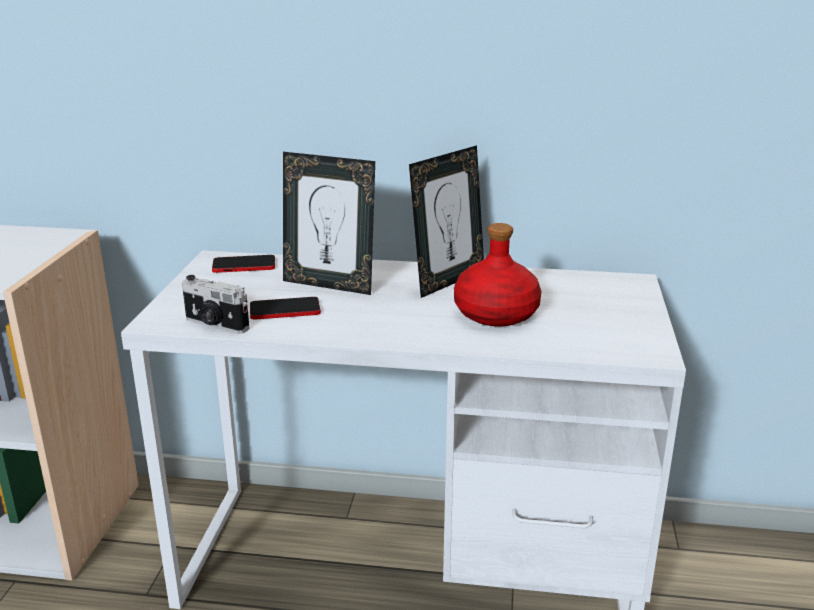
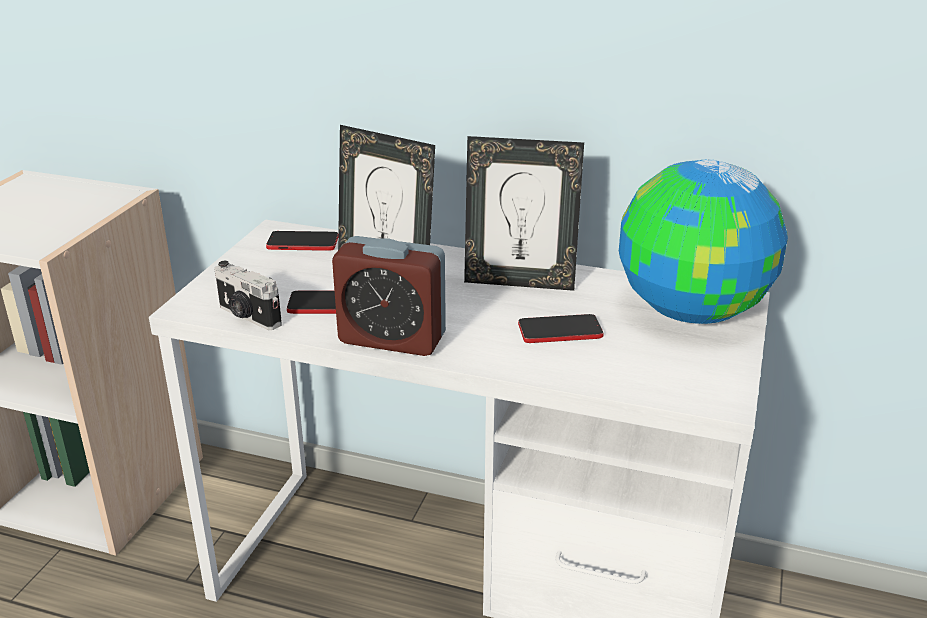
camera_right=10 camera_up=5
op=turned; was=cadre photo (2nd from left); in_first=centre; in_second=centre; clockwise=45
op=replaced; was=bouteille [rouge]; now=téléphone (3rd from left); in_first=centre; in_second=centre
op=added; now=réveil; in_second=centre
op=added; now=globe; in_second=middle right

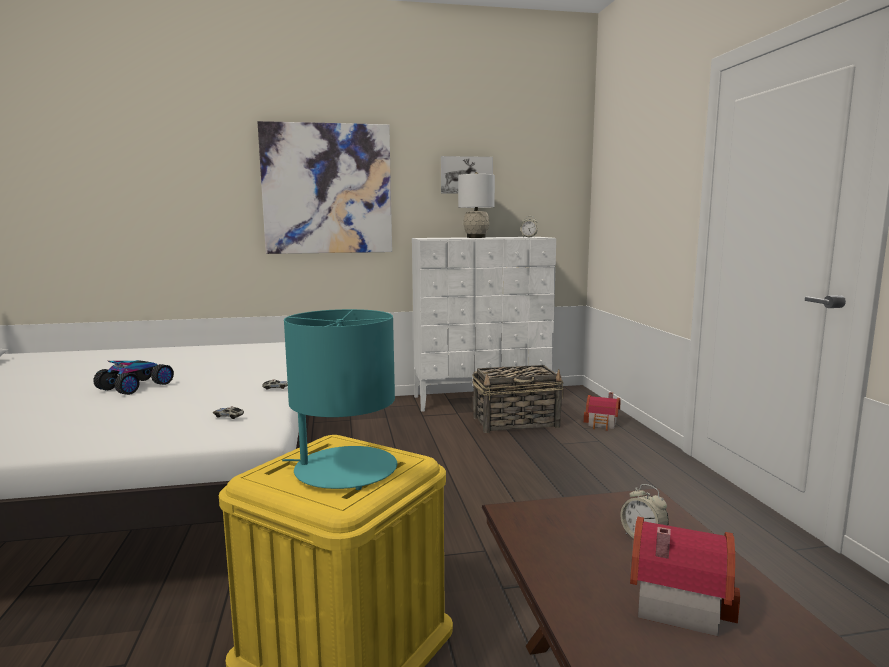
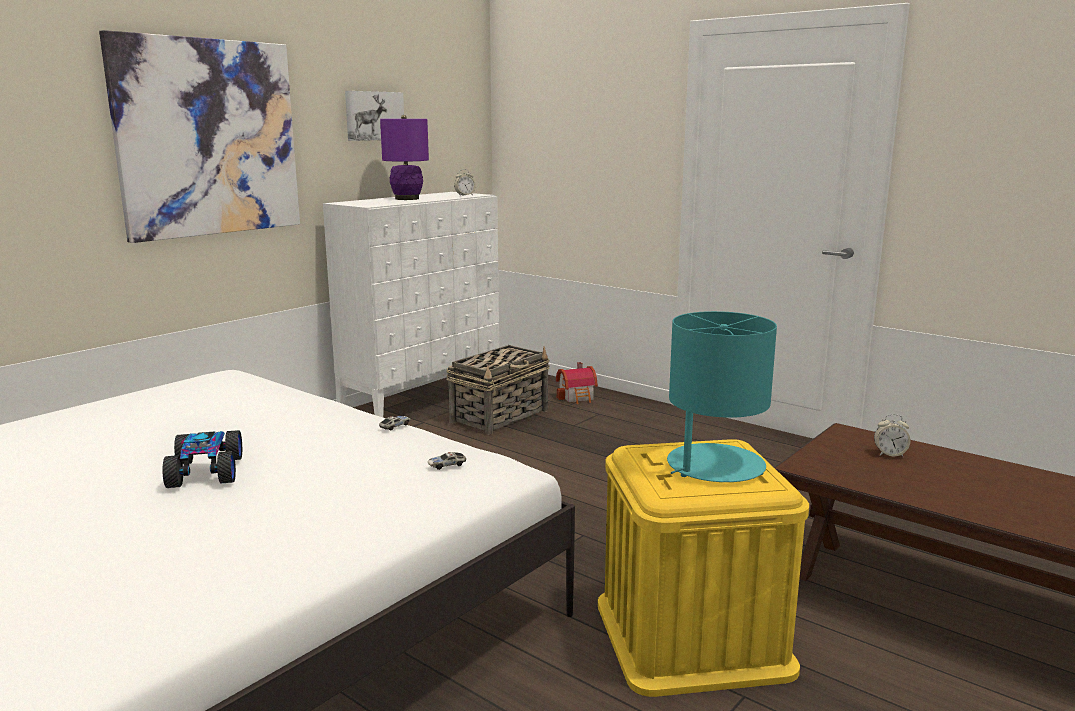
camera_right=-40 camera_up=5
op=recoloured; was=lampe de table [blanc]; now=lampe de table [violet]; in_first=top centre; in_second=top centre
op=removed; was=maison miniature (2nd from left); in_first=bottom right

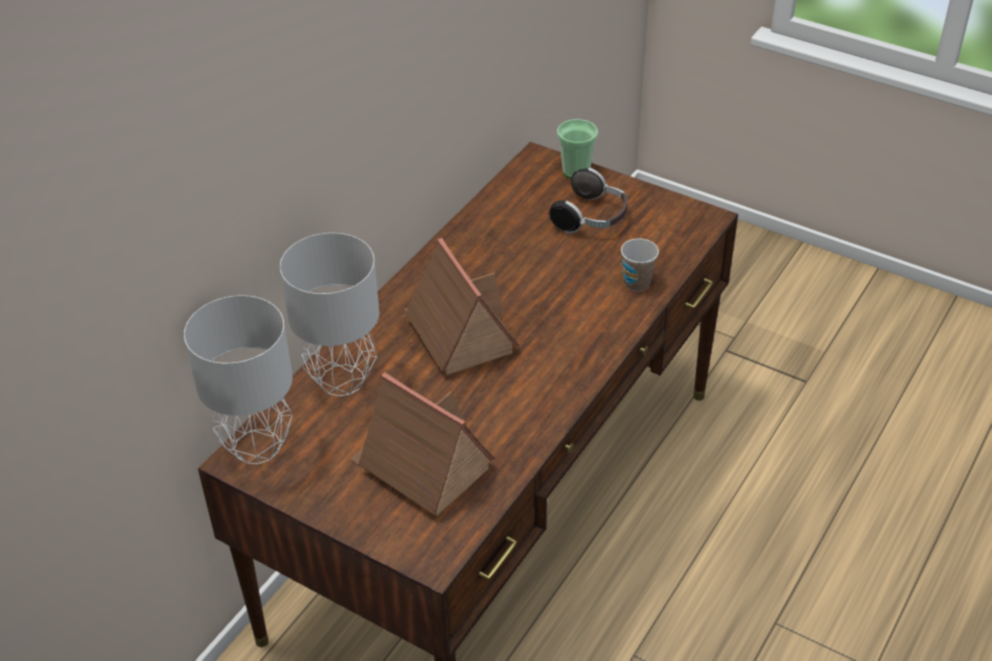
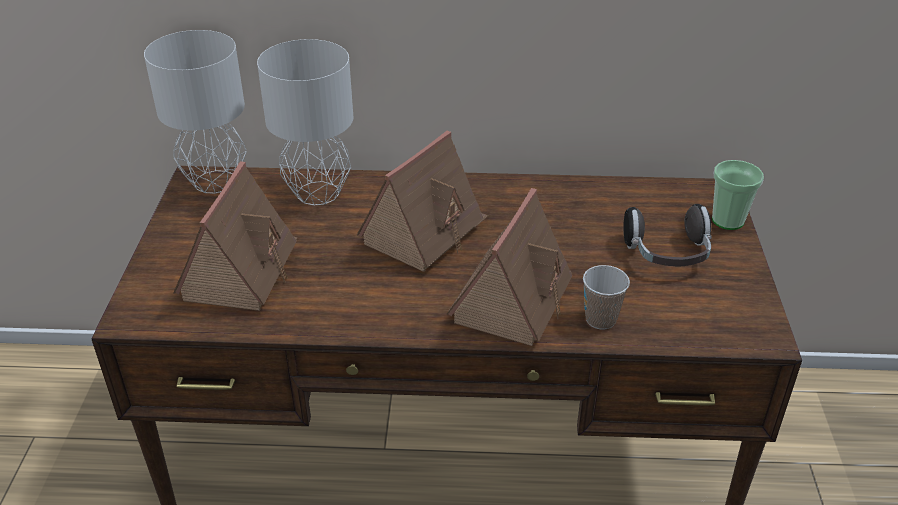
camera_right=60 camera_up=-5
op=added; now=maison miniature (3rd from left); in_second=centre

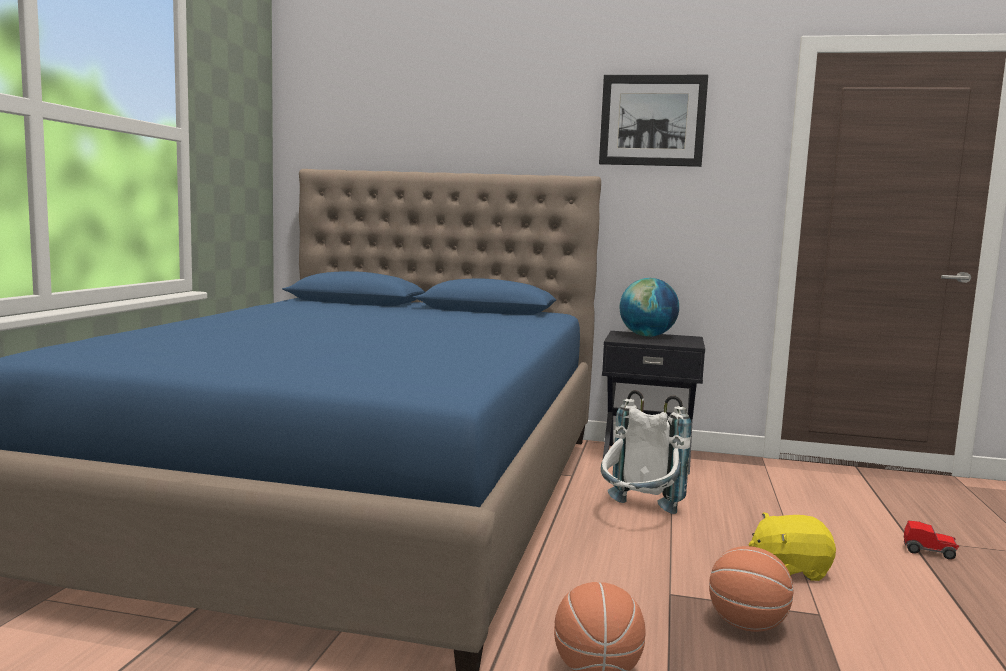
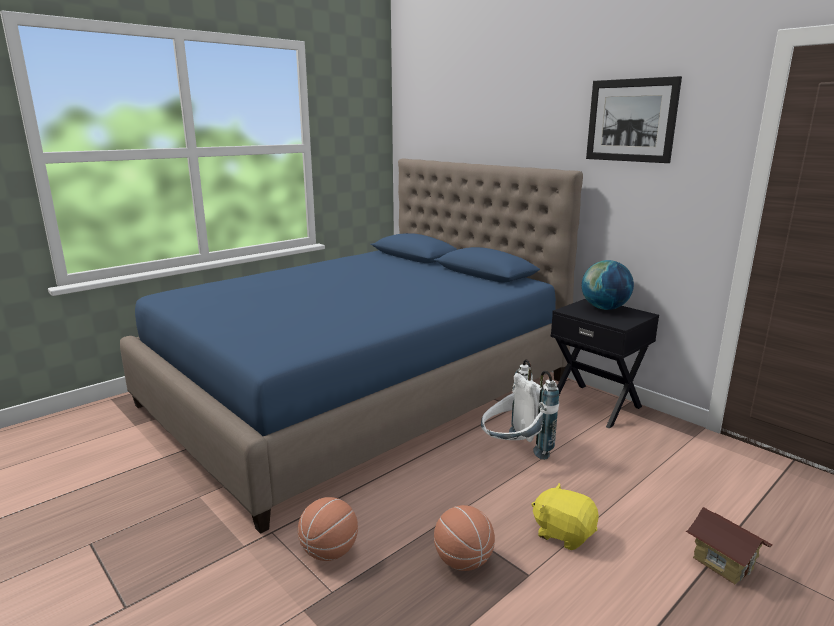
camera_right=35 camera_up=10
op=replaced; was=petite voiture; now=maison miniature; in_first=bottom right; in_second=bottom right

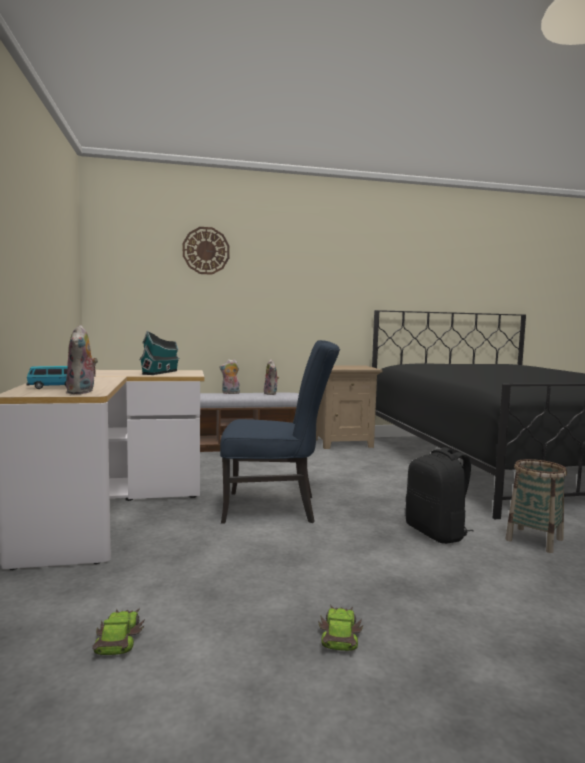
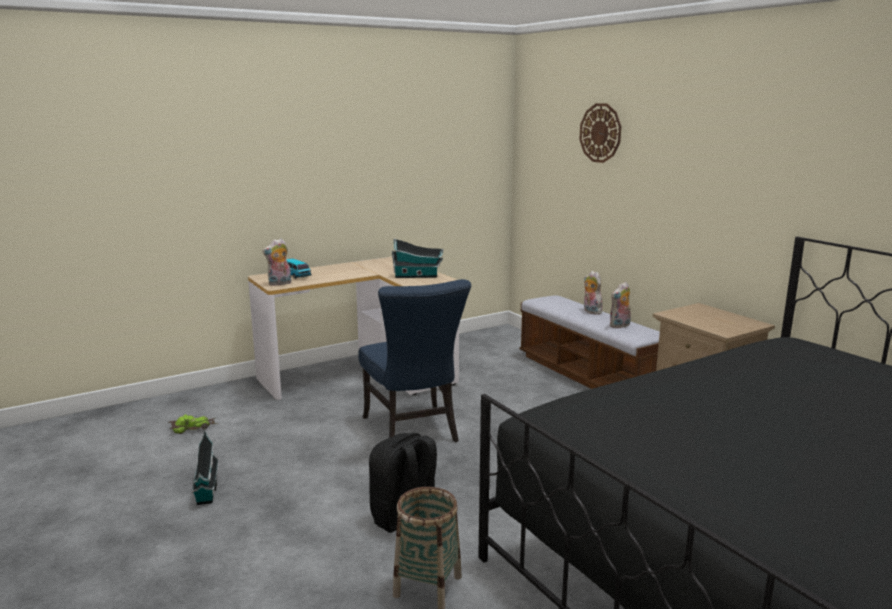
camera_right=70 camera_up=10
op=replaced; was=petite voiture (3rd from left); now=maison miniature (1st from left); in_first=bottom centre; in_second=bottom left

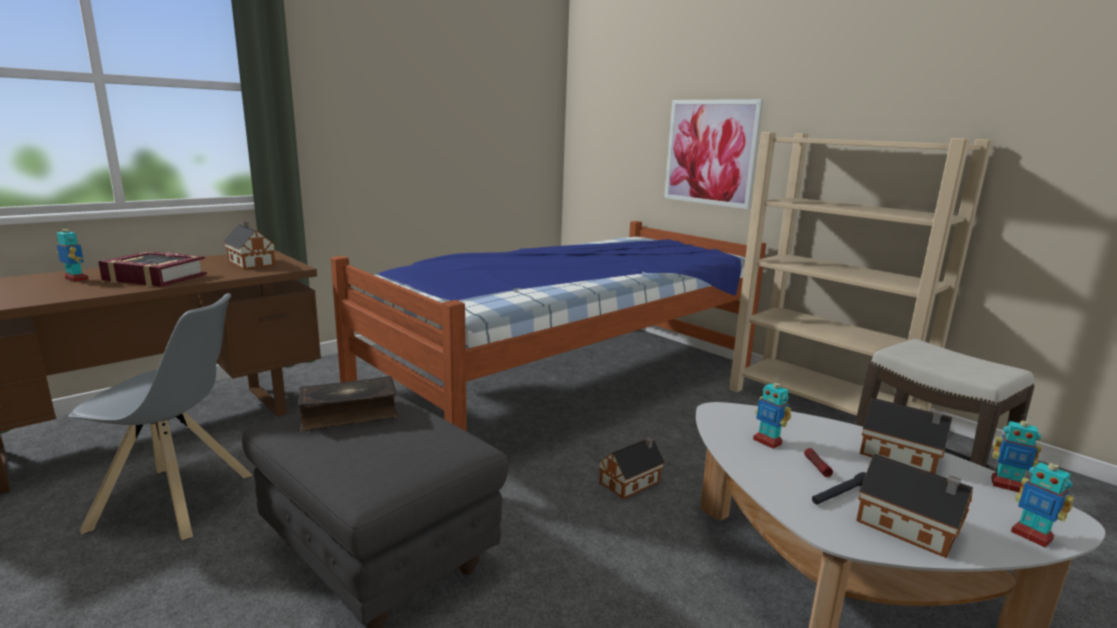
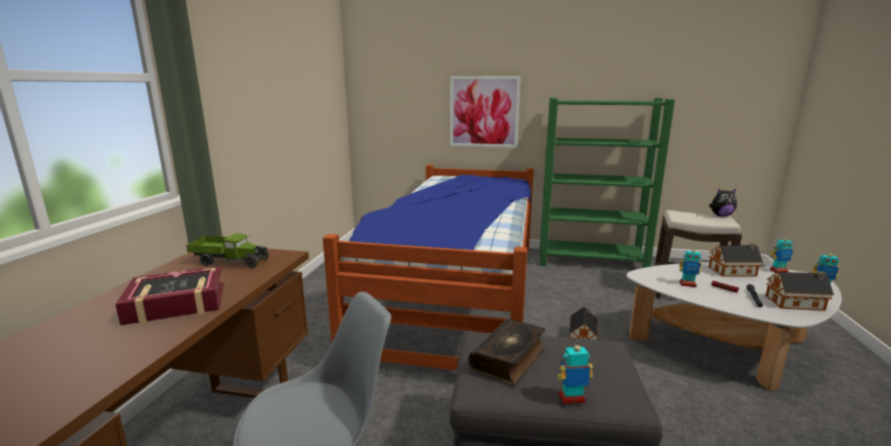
camera_right=-35 camera_up=0
op=moved; was=robot jouet (1st from left); in_first=middle left; in_second=bottom centre
op=replaced; was=maison miniature (1st from left); now=camion jouet; in_first=middle left; in_second=middle left
op=recoloured; was=bibliothèque [beige]; now=bibliothèque [vert]; in_first=middle right; in_second=middle right
op=added; now=peluche; in_second=middle right

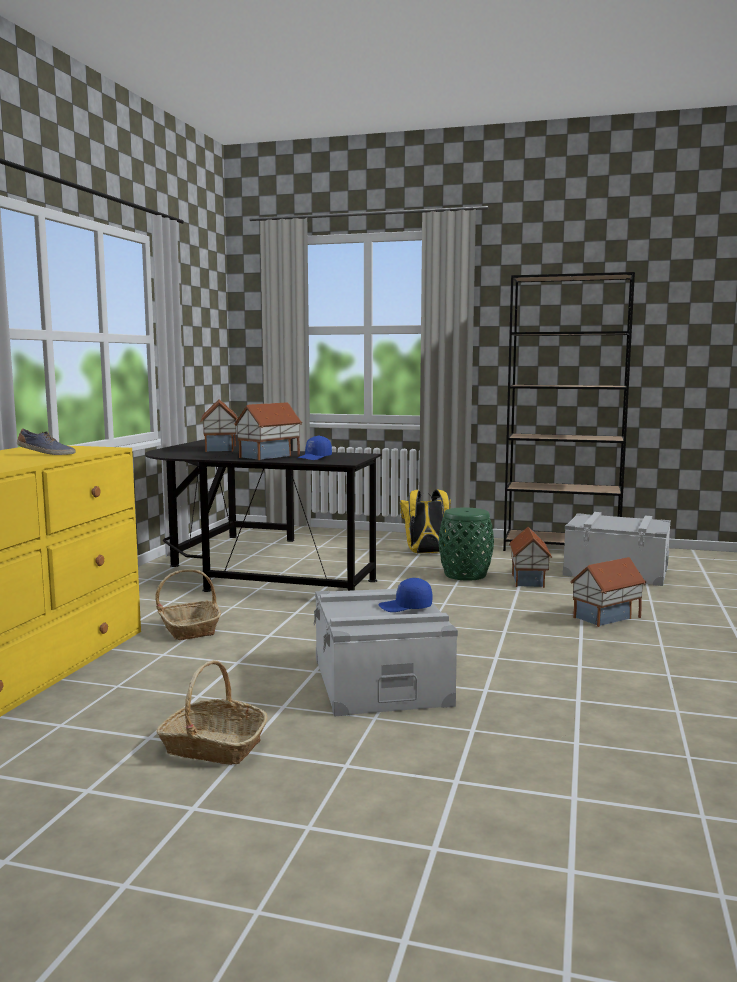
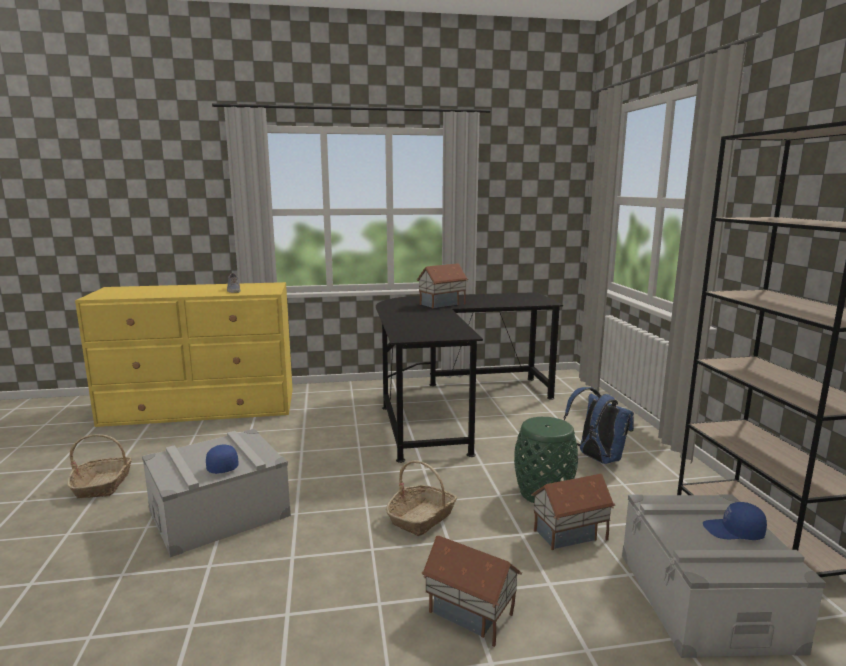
camera_right=65 camera_up=5
op=moved; was=panier (1st from left in the first image); now=panier (2nd from left); in_first=middle left; in_second=bottom centre
op=removed; was=maison miniature (2nd from left); in_first=centre
op=moved; was=casquette [bleu] (1st from left in the first image); now=casquette [bleu] (2nd from left); in_first=centre; in_second=bottom right
op=recoloured; was=sac à dos [jaune]; now=sac à dos [bleu]; in_first=centre; in_second=middle right

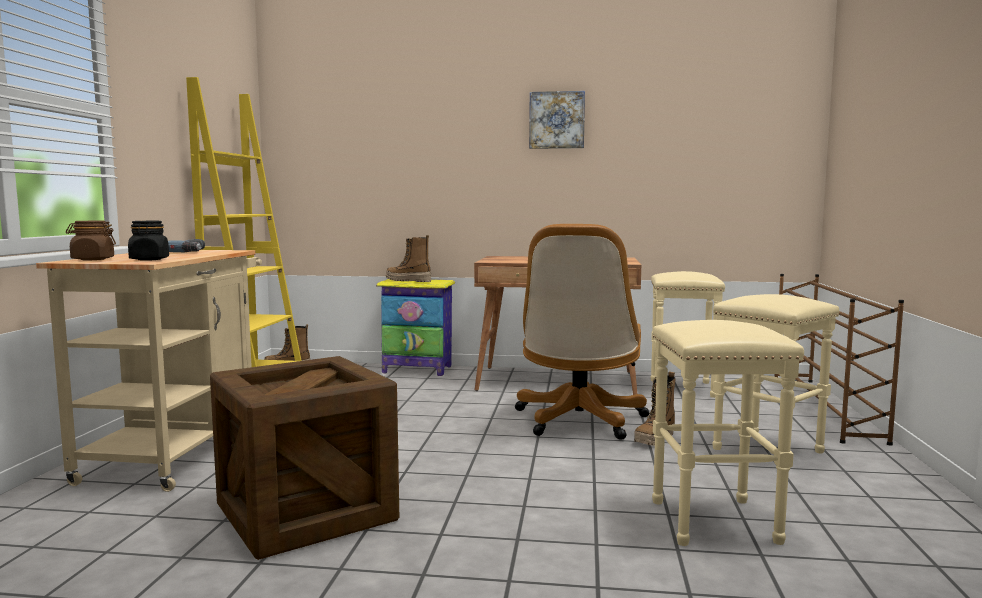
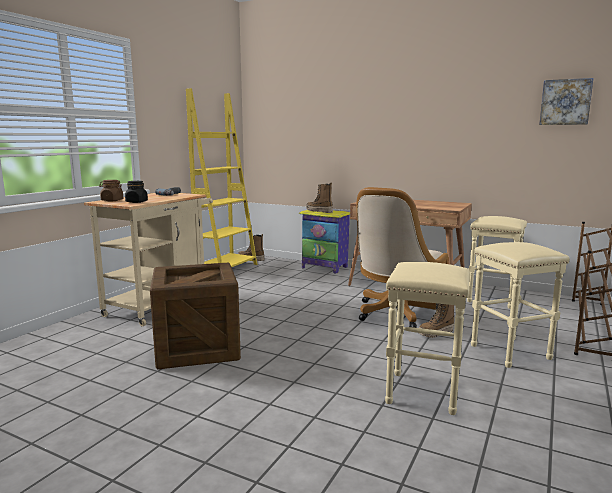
camera_right=20 camera_up=5
op=moved; was=tableau; in_first=top centre; in_second=top right

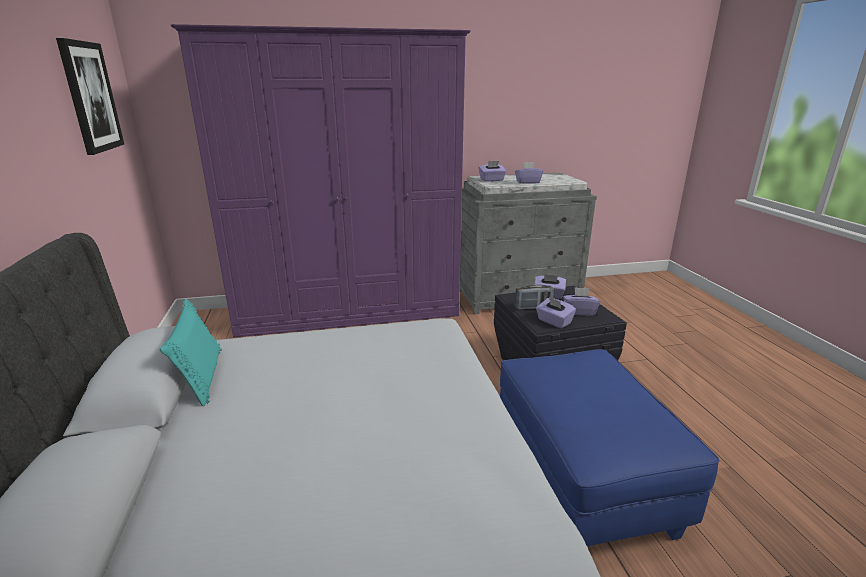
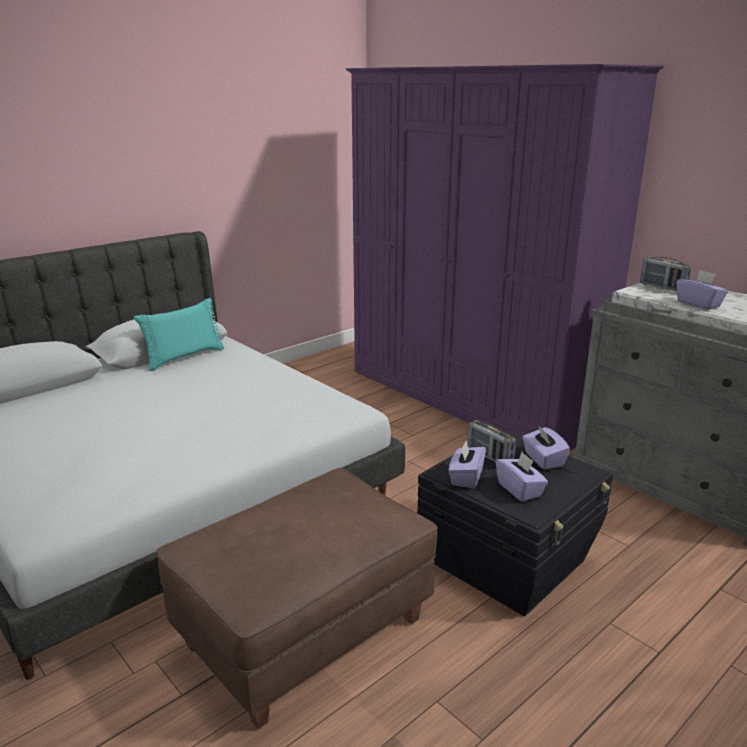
camera_right=60 camera_up=0
op=removed; was=tableau; in_first=top left
op=replaced; was=boîte à mouchoirs [violet] (1st from left); now=radio (2nd from left); in_first=top centre; in_second=middle right
op=recoloured; was=pouf [bleu]; now=pouf [marron]; in_first=bottom right; in_second=bottom centre

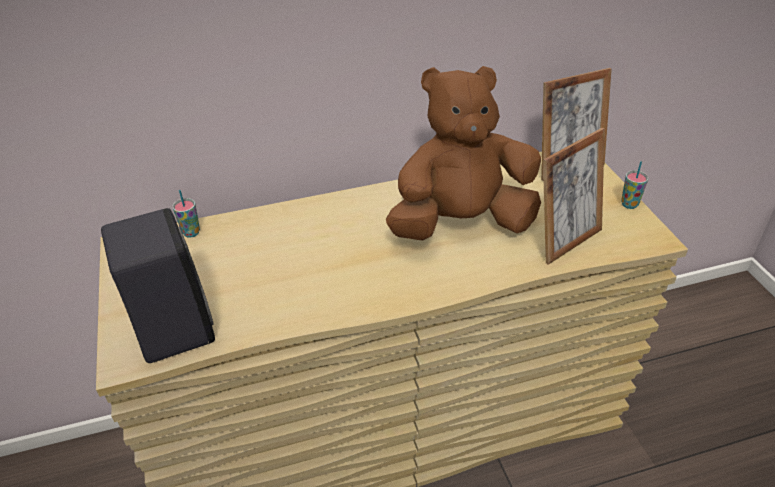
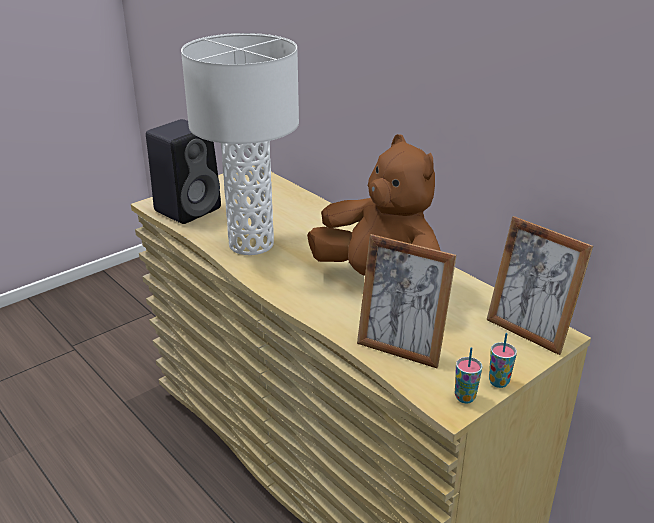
camera_right=65 camera_up=-10
op=moved; was=tasse (1st from left); in_first=middle left; in_second=bottom right
op=added; now=lampe de table [blanc]; in_second=top centre

